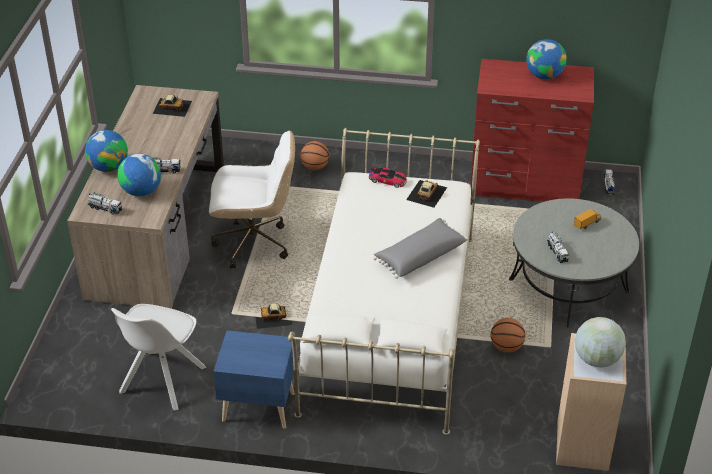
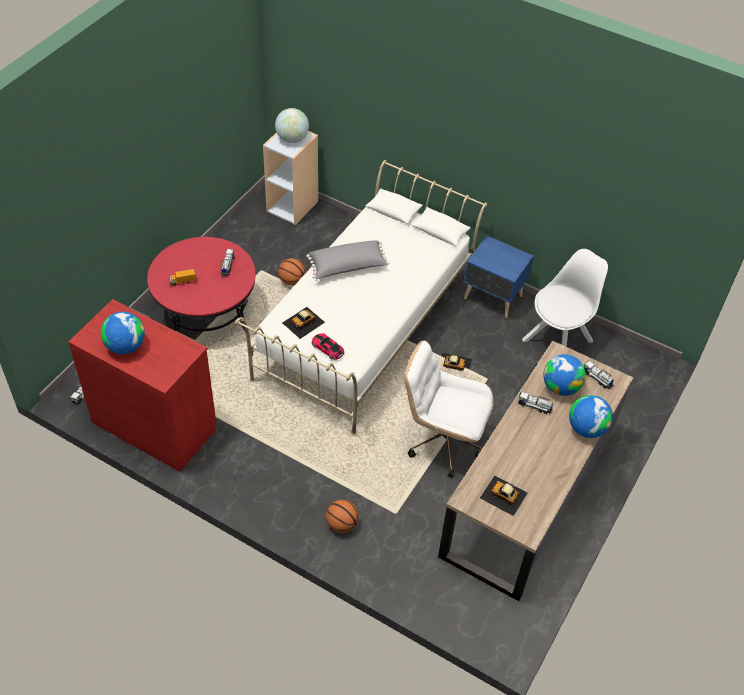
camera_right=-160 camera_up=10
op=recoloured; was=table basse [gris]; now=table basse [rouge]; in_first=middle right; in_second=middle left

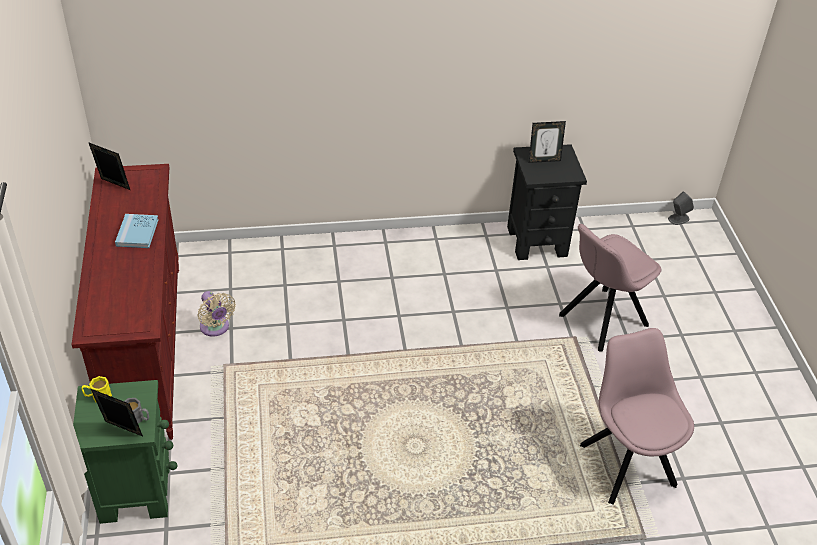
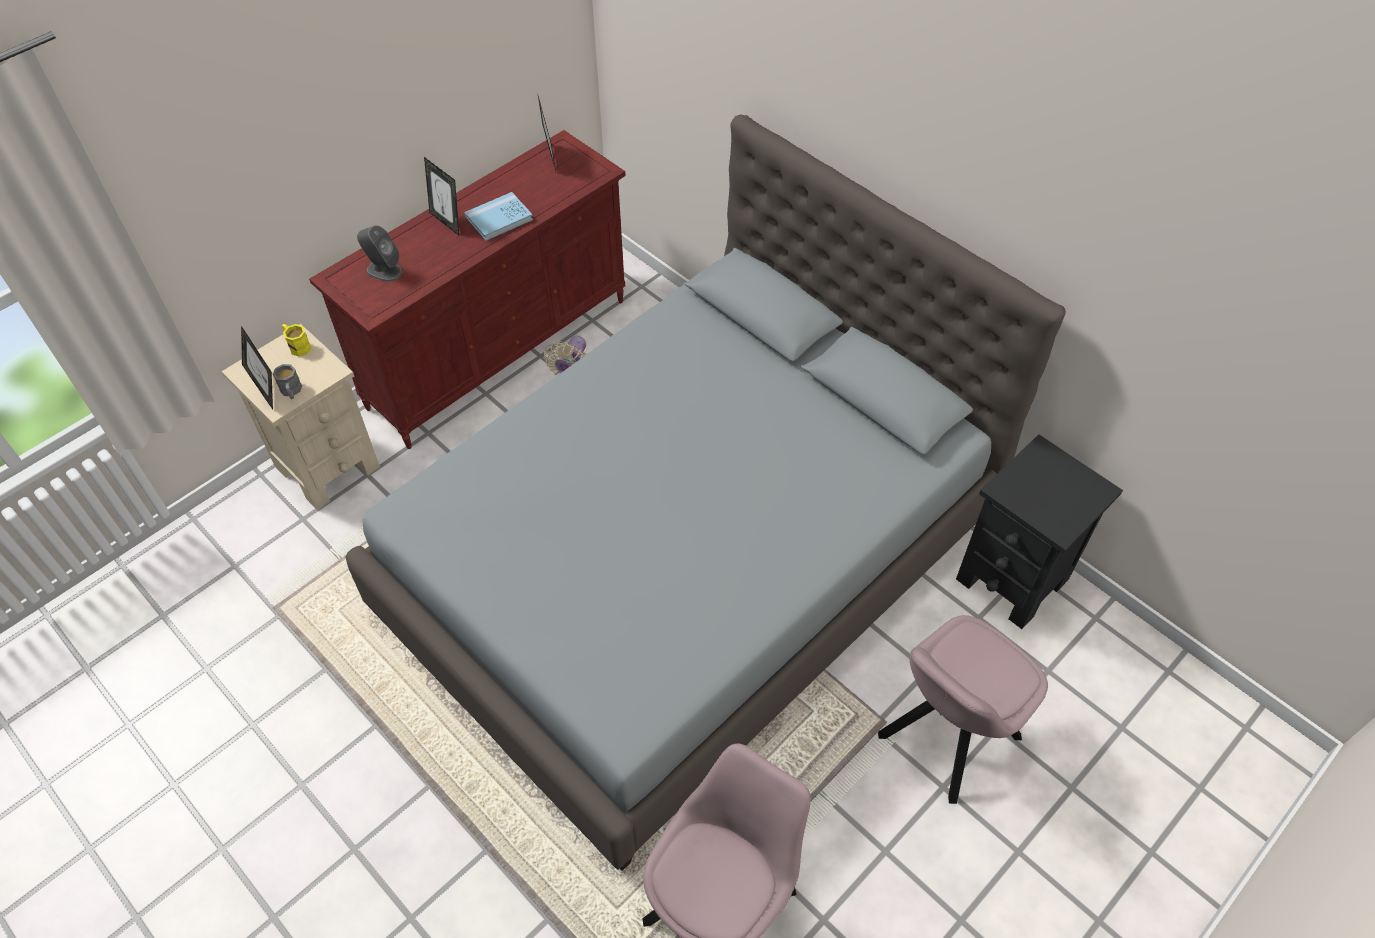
camera_right=55 camera_up=10
op=recoloured; was=table de chevet [vert]; now=table de chevet [beige]; in_first=bottom left; in_second=middle left
op=moved; was=cadre photo (3rd from left in the first image); now=cadre photo (2nd from left); in_first=top right; in_second=top left
op=turned; was=chaise [rose] (1st from left in the first image); in_first=middle right; in_second=bottom right; clockwise=-60
op=moved; was=enceinte [gris]; in_first=middle right; in_second=top left
op=added; now=lit [gris]; in_second=centre

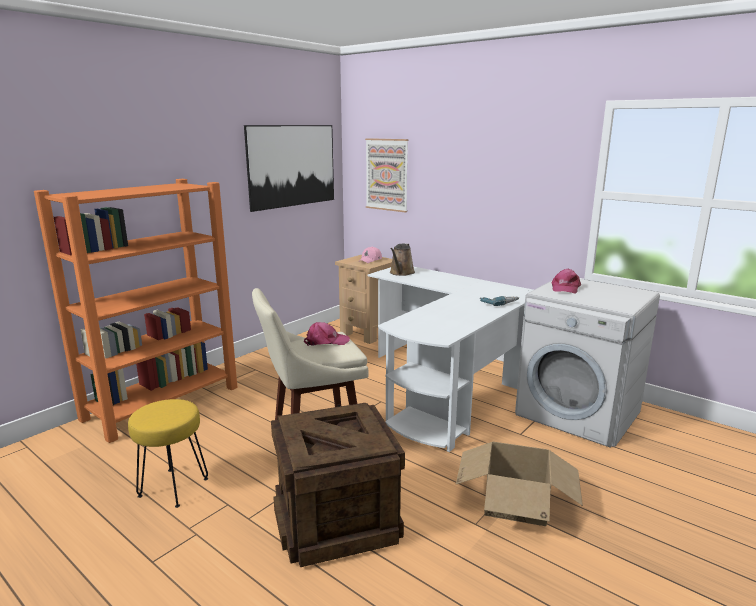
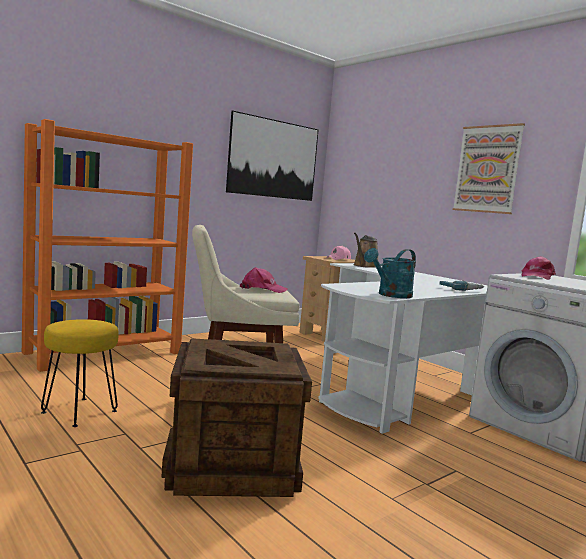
camera_right=10 camera_up=-10
op=moved; was=tableau (2nd from left); in_first=top centre; in_second=top right
op=removed; was=carton; in_first=bottom right
op=added; now=arrosoir [turquoise]; in_second=centre

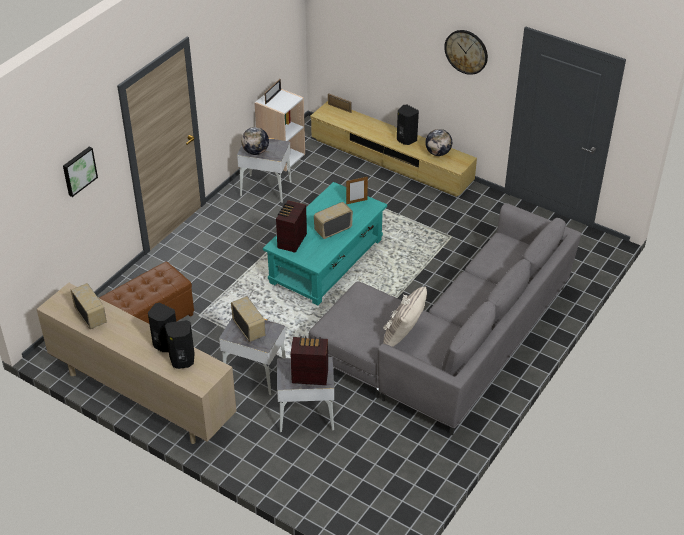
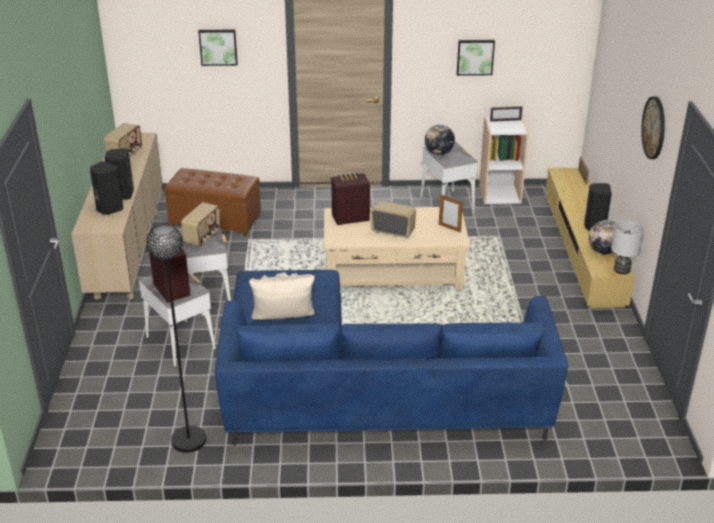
camera_right=55 camera_up=-10
op=recoloured; was=table basse [turquoise]; now=table basse [beige]; in_first=centre; in_second=centre
op=recoloured; was=canapé [gris]; now=canapé [bleu]; in_first=centre; in_second=bottom centre
op=added; now=lampadaire [noir]; in_second=middle left
op=added; now=tableau (2nd from left); in_second=top right
op=added; now=lampe de table [gris]; in_second=middle right

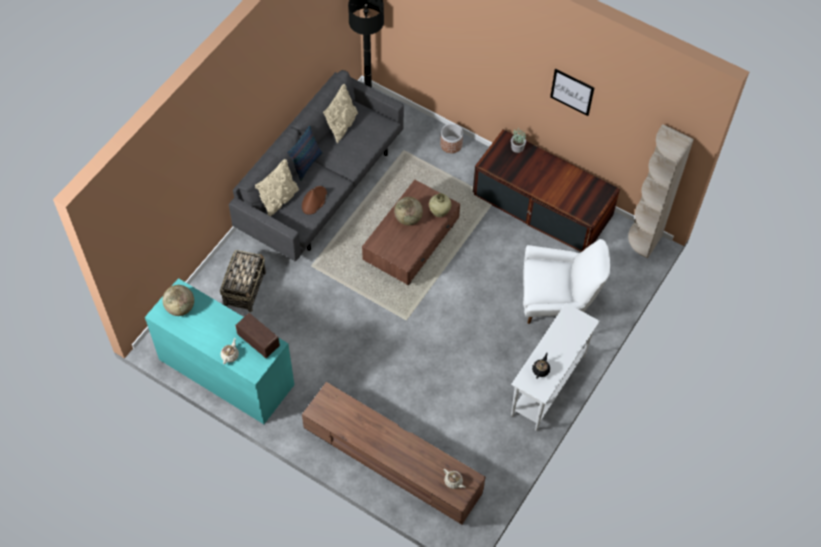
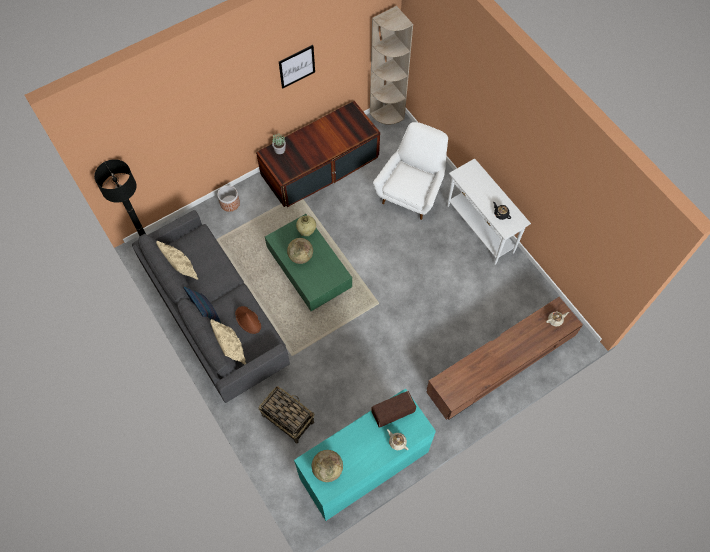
camera_right=-65 camera_up=5
op=recoloured; was=table basse [marron]; now=table basse [vert]; in_first=centre; in_second=centre

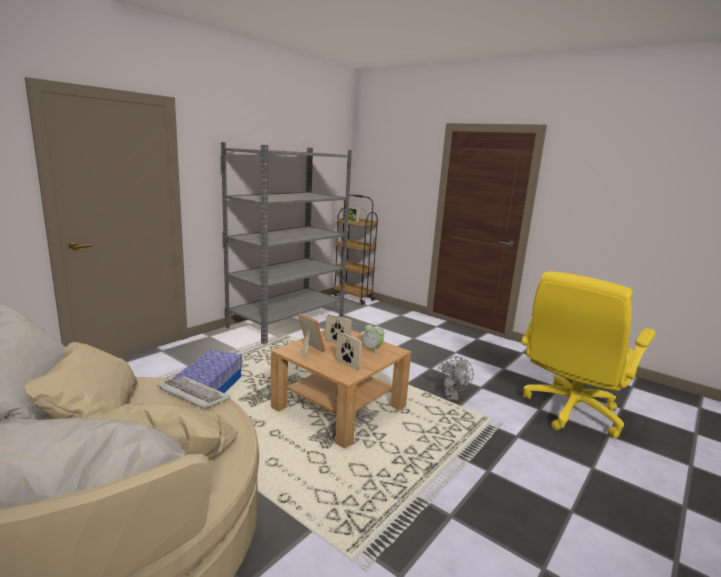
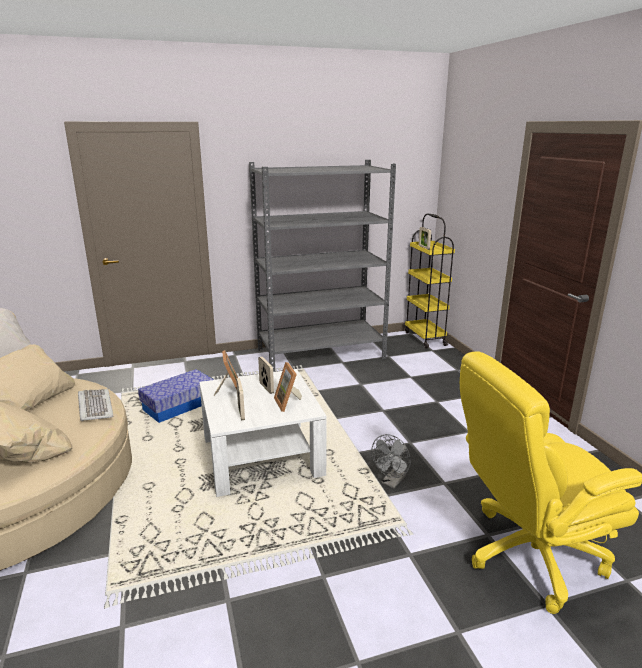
camera_right=35 camera_up=5
op=recoloured; was=table basse [marron]; now=table basse [blanc]; in_first=bottom centre; in_second=centre
op=recoloured; was=chariot [marron]; now=chariot [jaune]; in_first=centre; in_second=middle right
op=replaced; was=réveil; now=cadre photo (4th from left); in_first=centre; in_second=centre

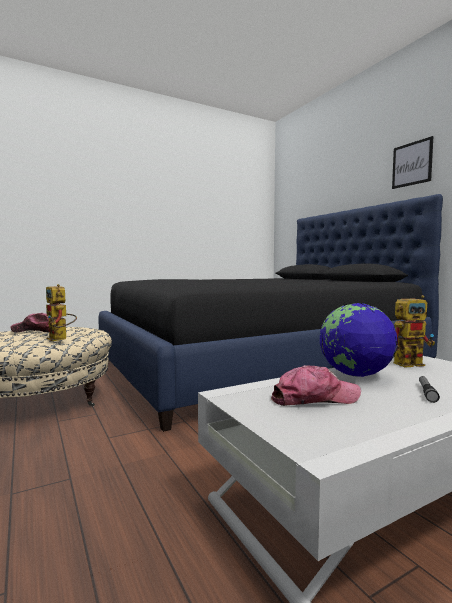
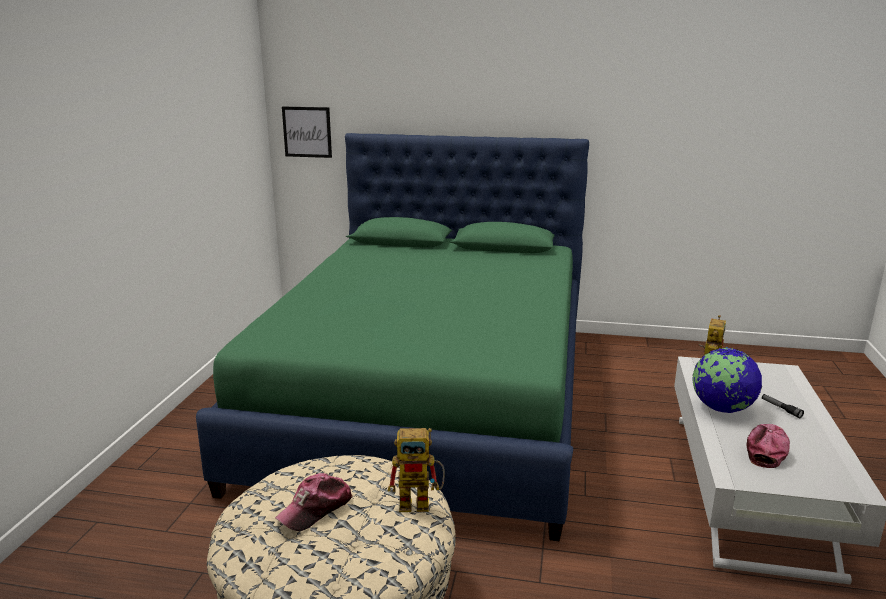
camera_right=-50 camera_up=15
op=recoloured; was=lit [noir]; now=lit [vert]; in_first=centre; in_second=centre
op=moved; was=tableau; in_first=top right; in_second=top centre

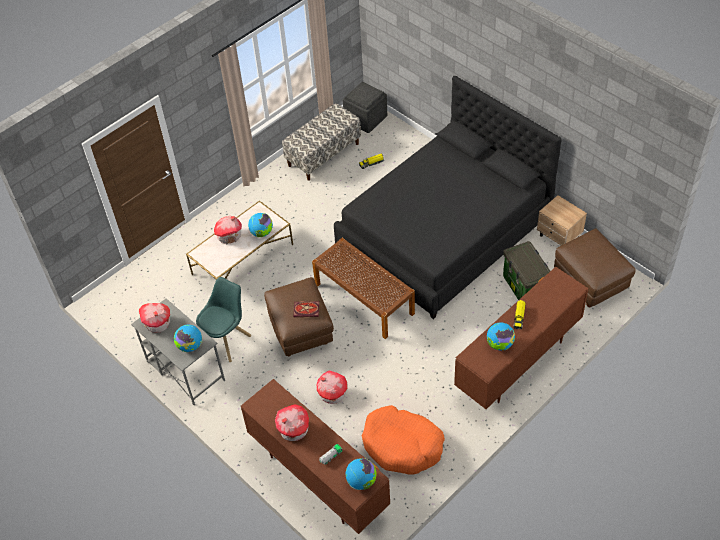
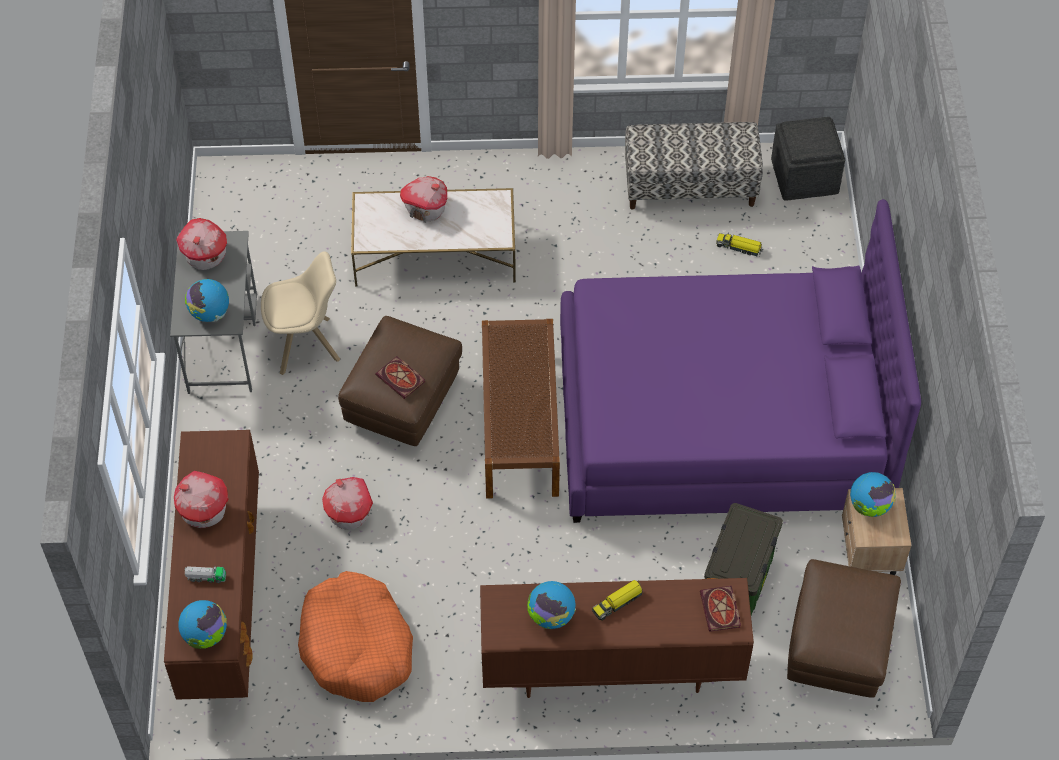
camera_right=40 camera_up=5
op=recoloured; was=chaise [turquoise]; now=chaise [beige]; in_first=middle left; in_second=middle left
op=moved; was=globe (2nd from left in the first image); now=globe (4th from left); in_first=centre; in_second=middle right
op=recoloured; was=lit [noir]; now=lit [violet]; in_first=centre; in_second=middle right
op=added; now=livre (2nd from left); in_second=bottom right

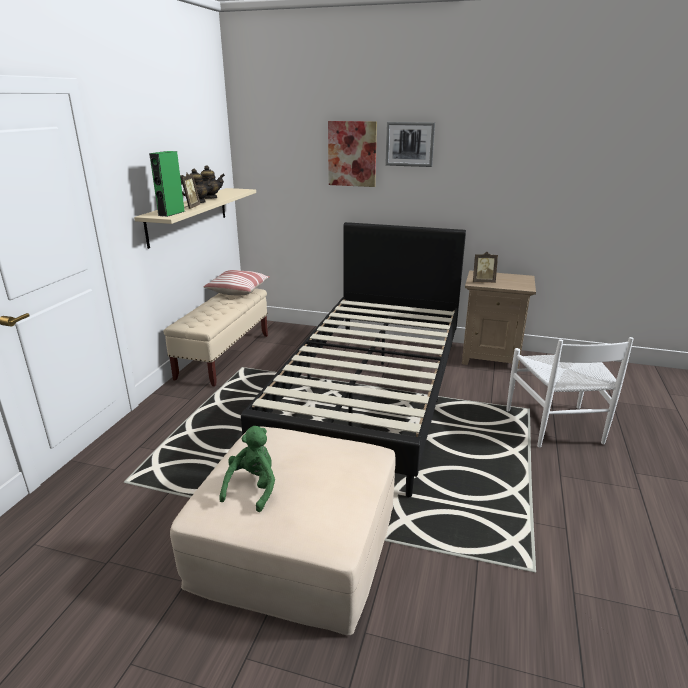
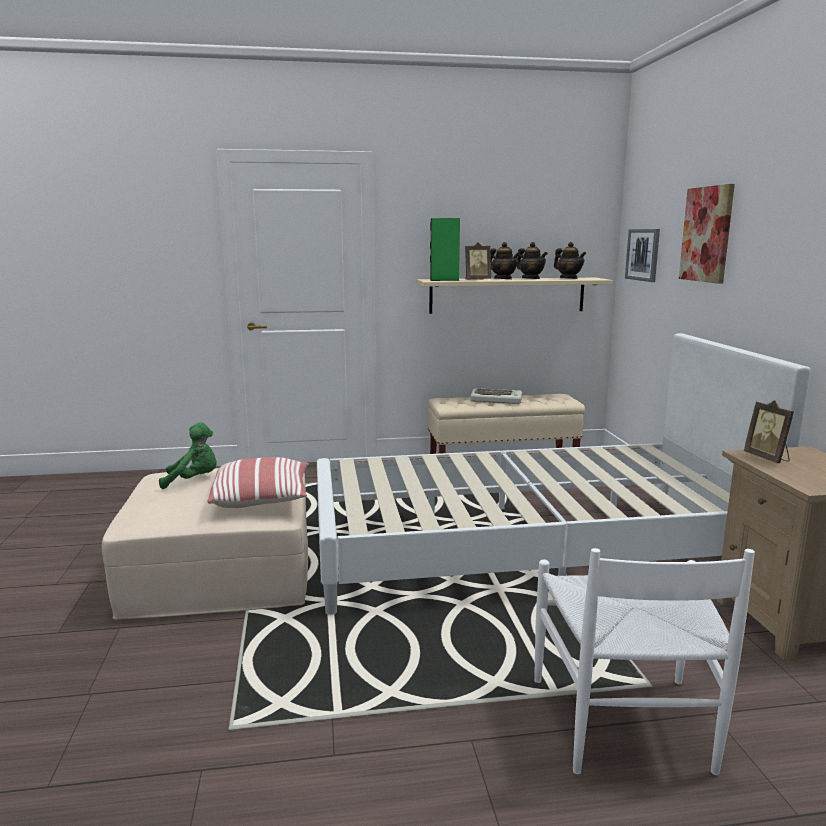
camera_right=65 camera_up=-10
op=moved; was=coussin; in_first=centre; in_second=middle left
op=recoloured; was=lit [noir]; now=lit [blanc]; in_first=centre; in_second=middle right
op=moved; was=tableau (2nd from left in the first image); now=tableau (1st from left); in_first=top centre; in_second=top right
op=turned; was=chaise [blanc]; in_first=middle right; in_second=bottom right; clockwise=-60
op=added; now=clavier; in_second=centre
op=added; now=théière (3rd from left); in_second=top right

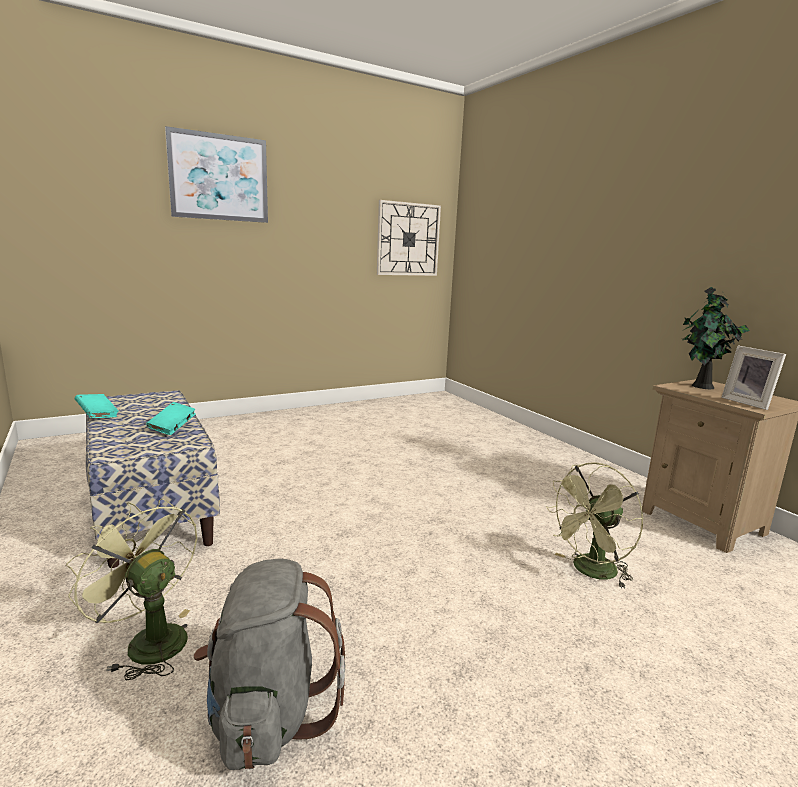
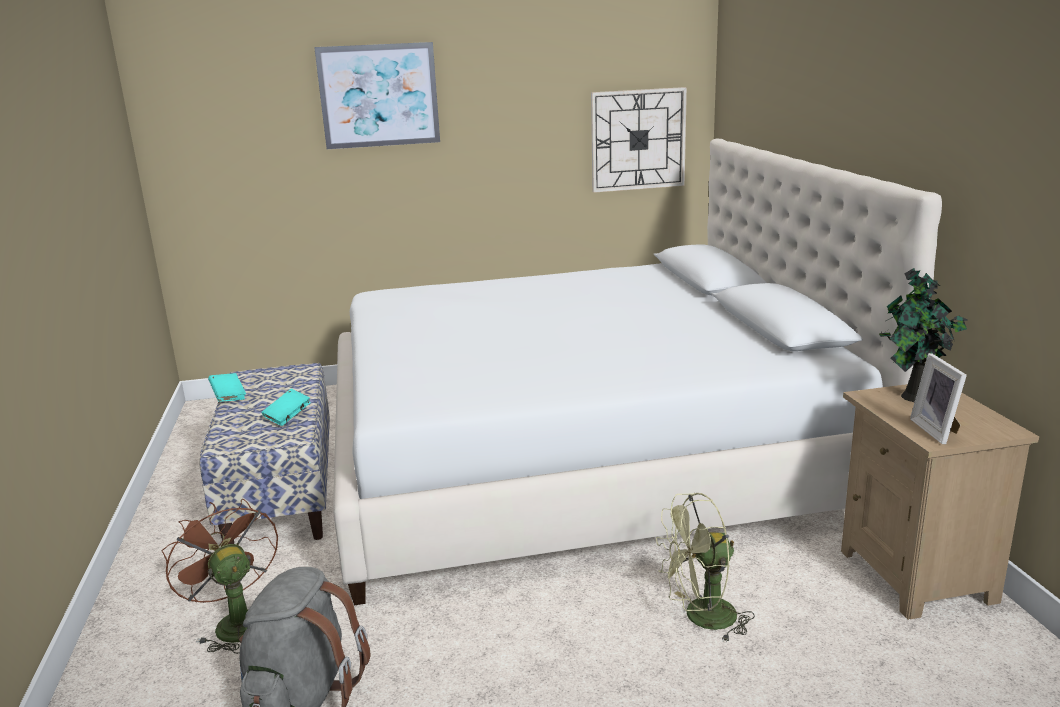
camera_right=20 camera_up=5
op=recoloured; was=ventilateur [vert] (1st from left); now=ventilateur [marron]; in_first=bottom left; in_second=bottom left
op=added; now=lit [blanc]; in_second=centre

